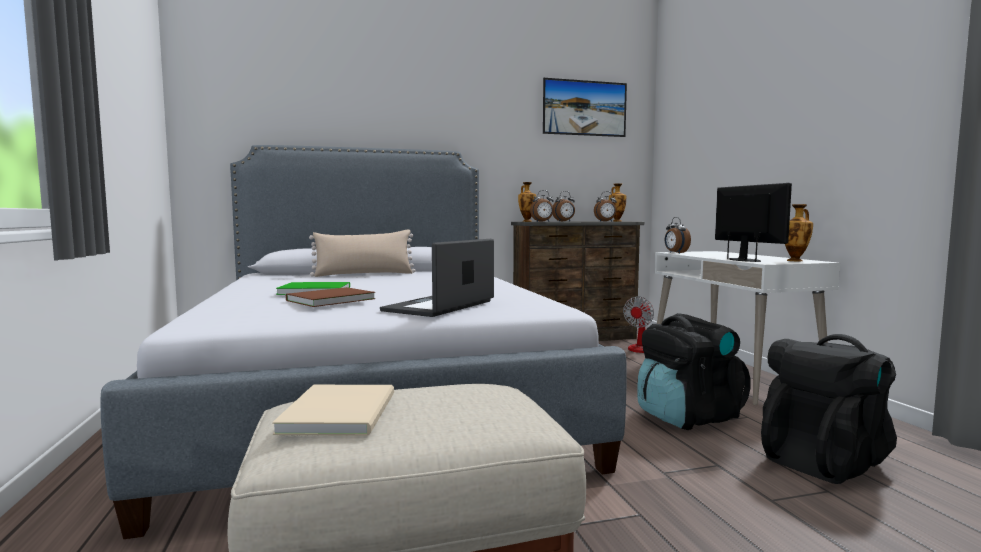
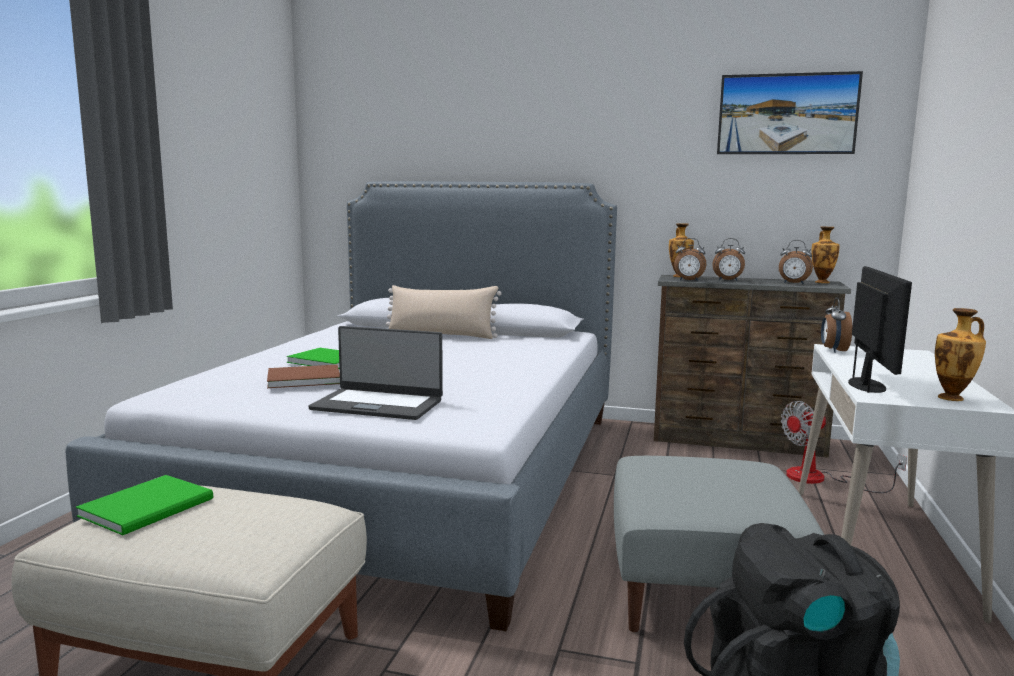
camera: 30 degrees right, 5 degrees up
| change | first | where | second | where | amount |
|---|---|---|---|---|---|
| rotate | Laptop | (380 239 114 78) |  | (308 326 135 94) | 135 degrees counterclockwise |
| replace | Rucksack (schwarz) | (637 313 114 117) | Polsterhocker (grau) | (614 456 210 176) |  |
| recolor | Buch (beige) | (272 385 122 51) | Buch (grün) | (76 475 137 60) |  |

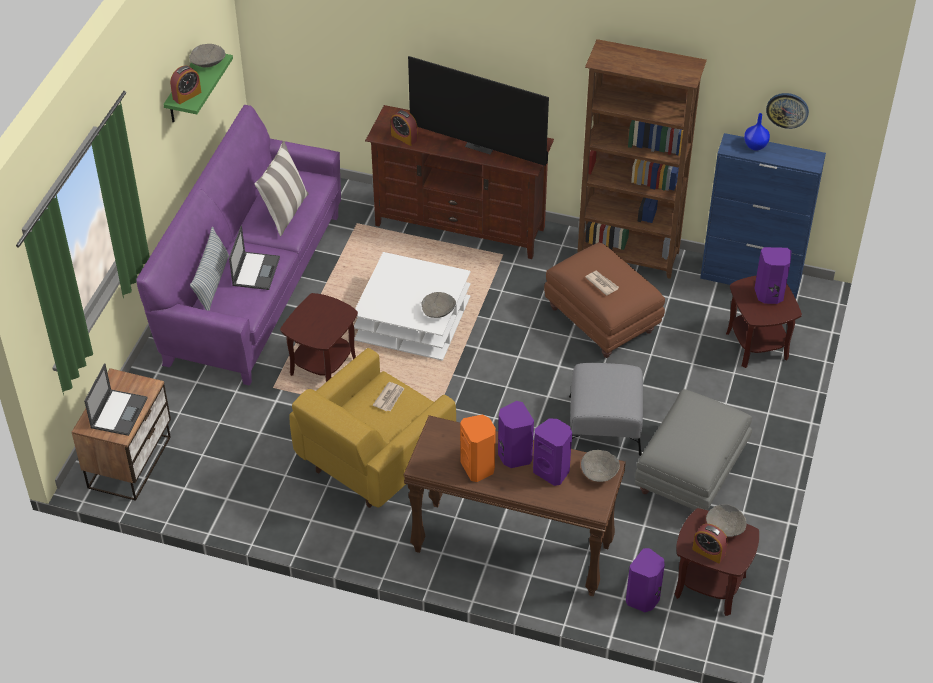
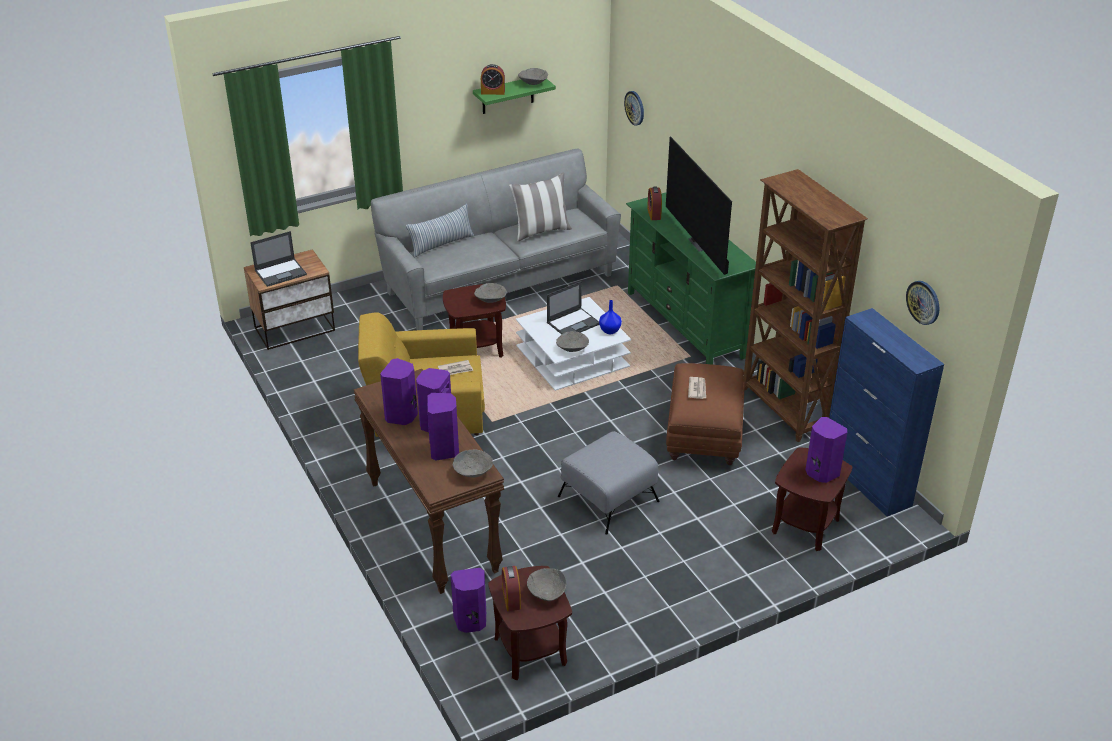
camera: 45 degrees right, 10 degrees down
| change | first | where | second | where | amount |
|---|---|---|---|---|---|
| recolor | Sofa (lila) | (136 105 205 281) | Sofa (grau) | (371 148 250 182) |  |
| recolor | Fernsehschrank (braun) | (365 105 189 154) | Fernsehschrank (grün) | (626 193 130 172) |  |
| move | Vase (blau) | (744 113 26 38) |  | (599 300 23 34) |  |
| move | Laptop | (229 226 51 64) |  | (547 281 52 53) |  |
| delete | Polsterhocker (grau) | (635 389 117 121) |  |  |  |
| recolor | Lautsprecher (orange) | (460 415 36 67) | Lautsprecher (lila) | (380 358 38 67) |  |
| insert |  |  | Wanduhr | (624 91 20 34) |  |
| insert |  |  | Schüssel (grau) | (474 283 33 20) |  |

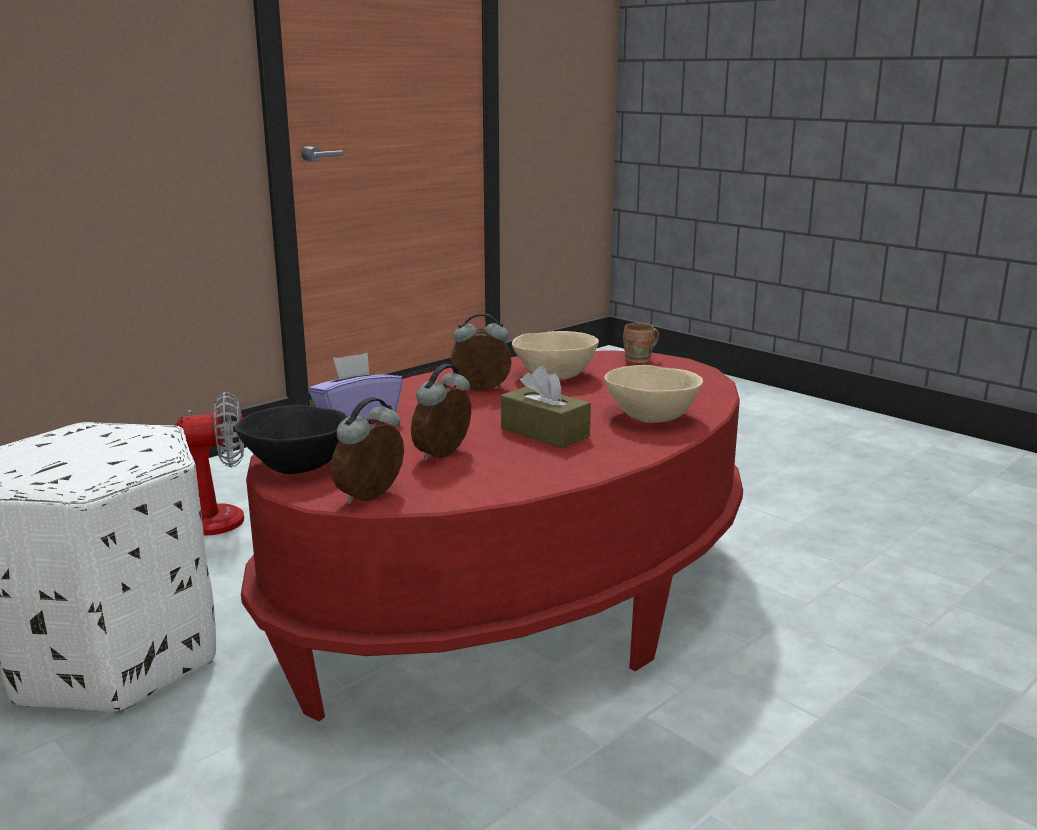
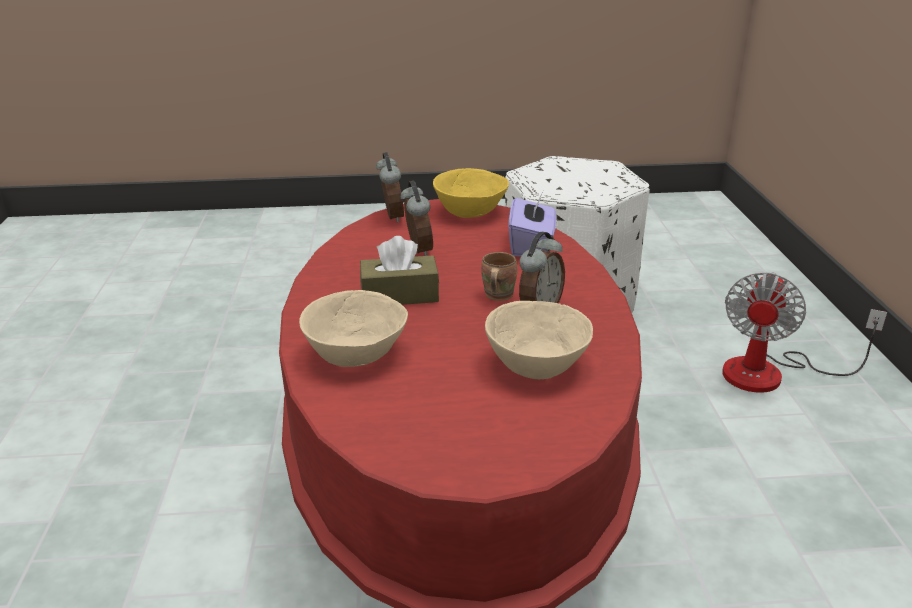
camera: 130 degrees right, 10 degrees up
| change | first | where | second | where | amount |
|---|---|---|---|---|---|
| move | Henkelbecher (braun) | (623 323 36 40) |  | (481 252 37 49) |  |
| recolor | Schüssel (schwarz) | (235 405 113 69) | Schüssel (gelb) | (433 168 76 50) |  |

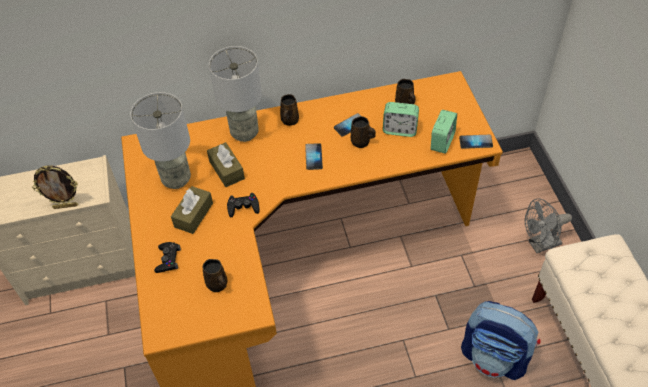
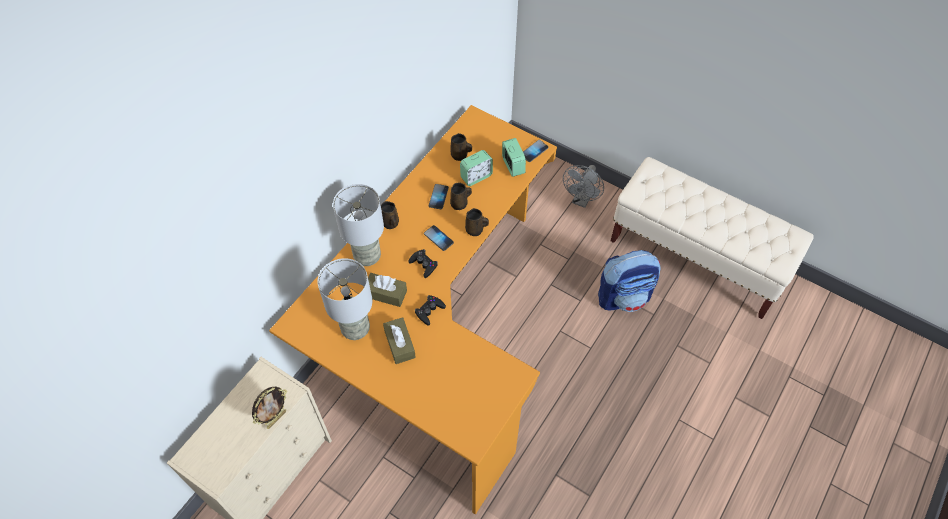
camera: 45 degrees left, 5 degrees up
| change | first | where | second | where | amount |
|---|---|---|---|---|---|
| move | Gamepad (schwarz) | (154 242 27 31) |  | (408 249 30 29) |  |
| move | Henkelbecher (braun) | (203 259 24 33) |  | (465 208 24 28) |  |

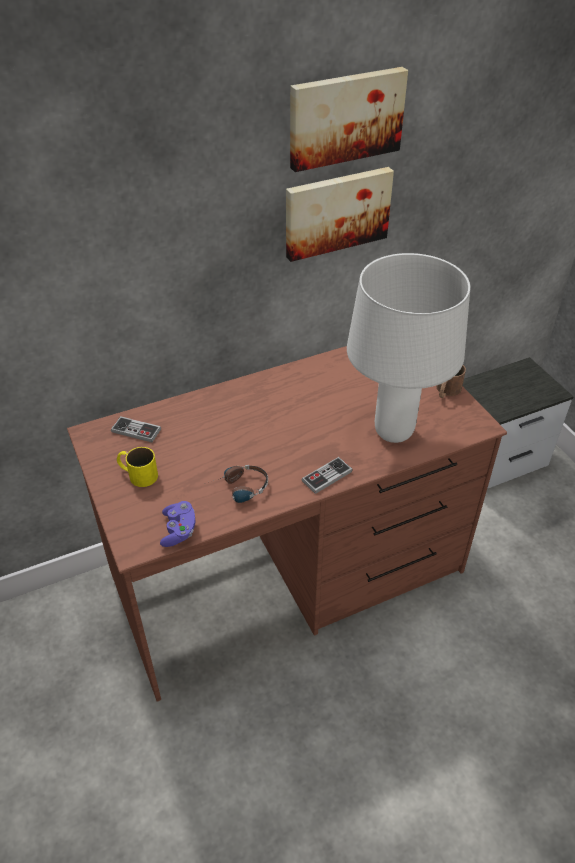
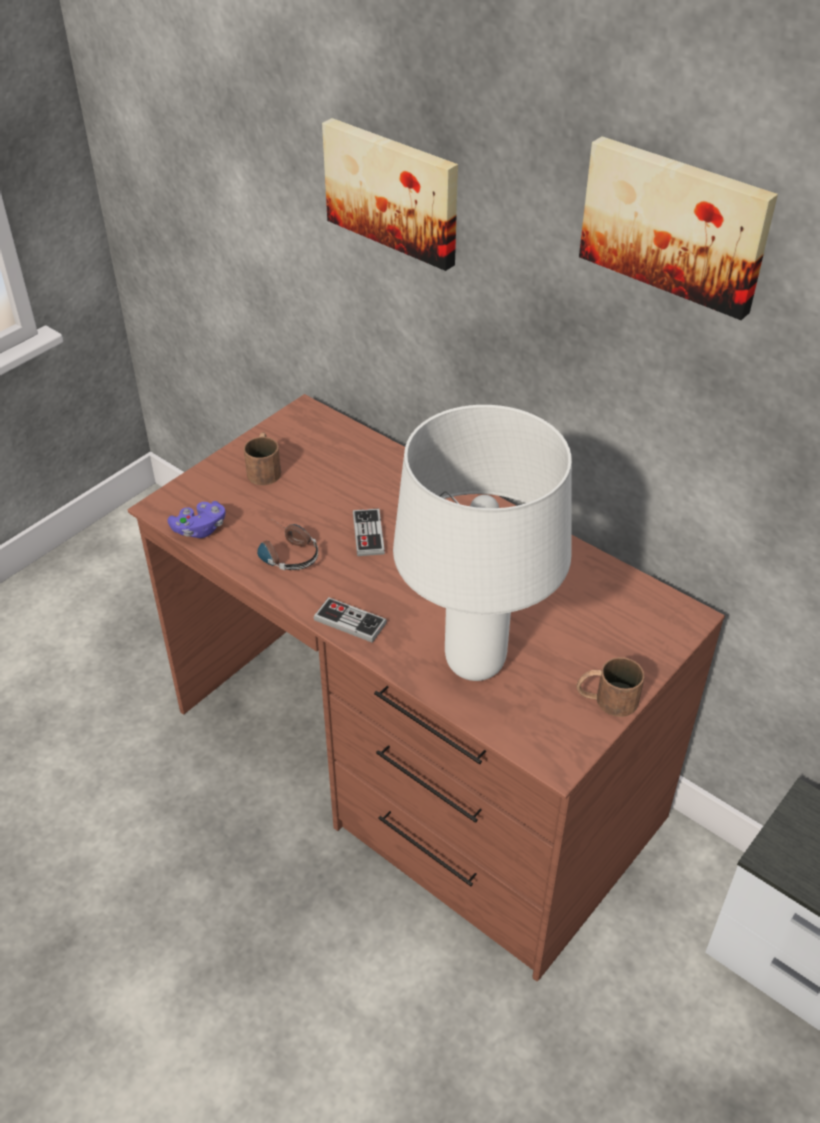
camera: 65 degrees right, 0 degrees up
| change | first | where | second | where | amount |
|---|---|---|---|---|---|
| move | Bild | (286 167 108 95) |  | (322 118 136 153) |  |
| move | Gamepad | (111 416 50 26) |  | (353 508 32 48) |  |
| recolor | Henkelbecher (gelb) | (117 447 41 40) | Henkelbecher (braun) | (244 432 37 53) |  |

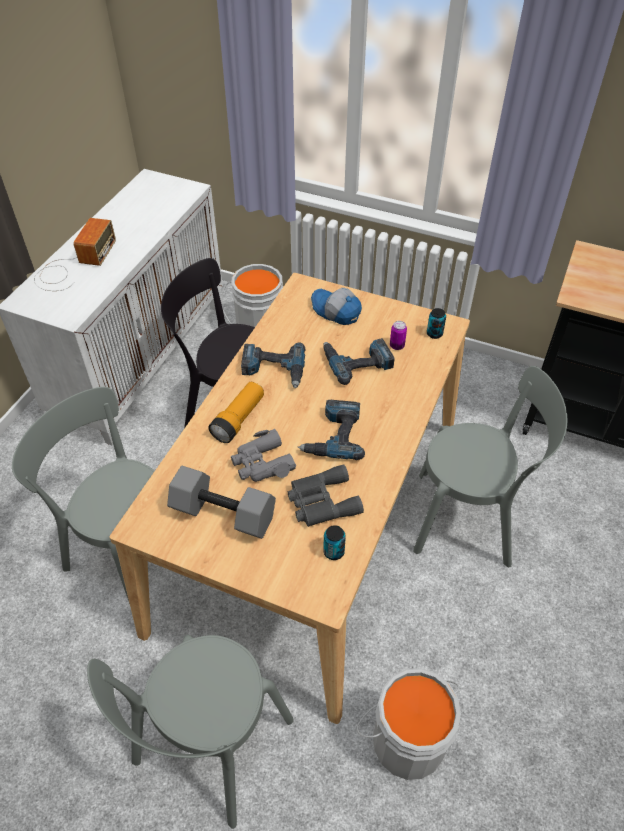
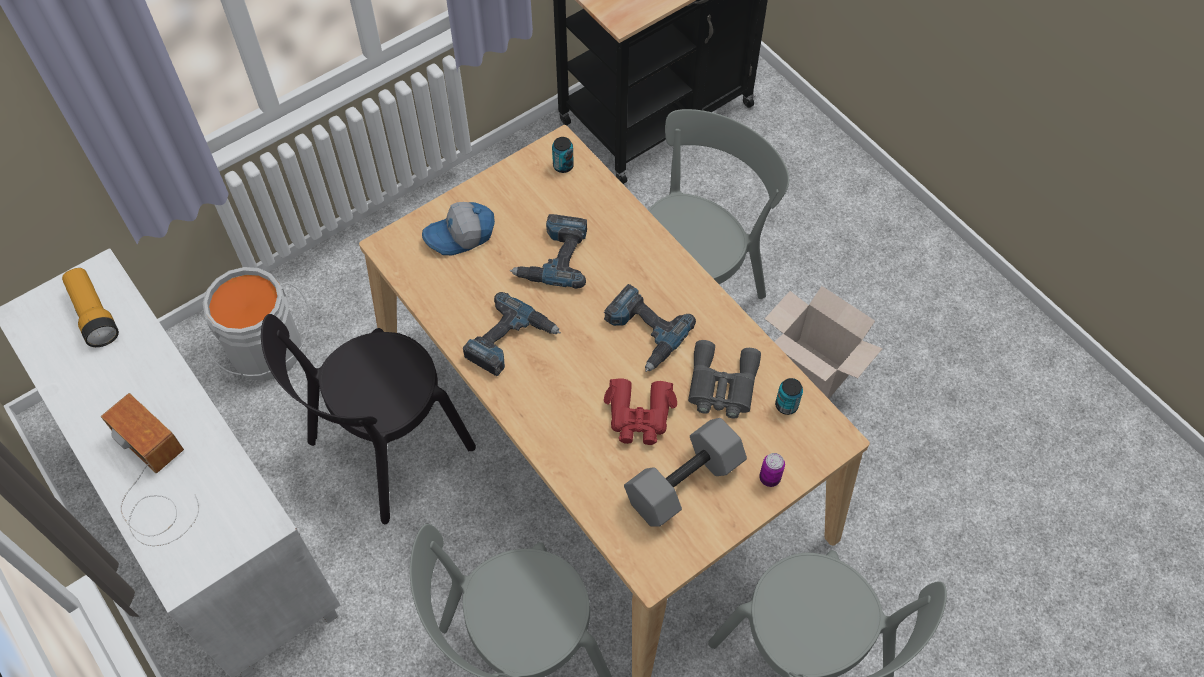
camera: 60 degrees left, 10 degrees up
| change | first | where | second | where | amount |
|---|---|---|---|---|---|
| move | Dose | (390 321 17 29) |  | (759 453 26 34) |  |
| move | Taschenlampe | (208 382 56 61) |  | (62 268 57 79) |  |
| recolor | Fernglas (grau) | (231 429 65 53) | Fernglas (rot) | (604 378 73 67) |  |
| delete | Eimer (grau) | (357 668 104 112) |  |  |  |
| insert |  |  | Karton | (765 286 118 113) |  |

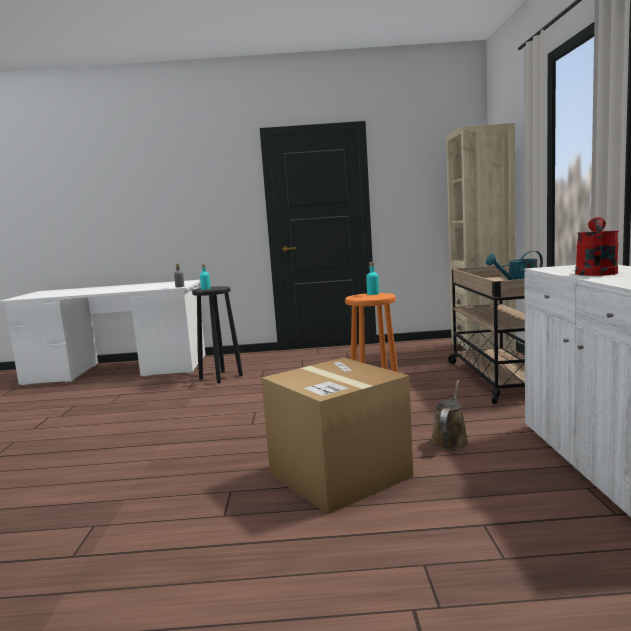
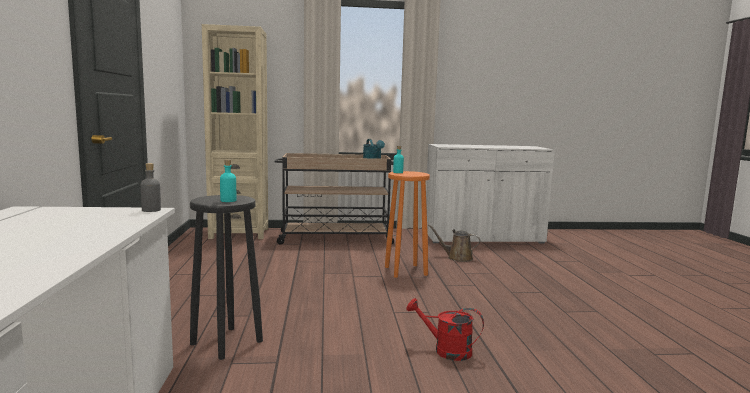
camera: 95 degrees left, 0 degrees up
| change | first | where | second | where | amount |
|---|---|---|---|---|---|
| move | Gießkanne (rot) | (575 217 44 59) |  | (406 298 78 63) |  |
| delete | Karton | (261 358 152 156) |  |  |  |

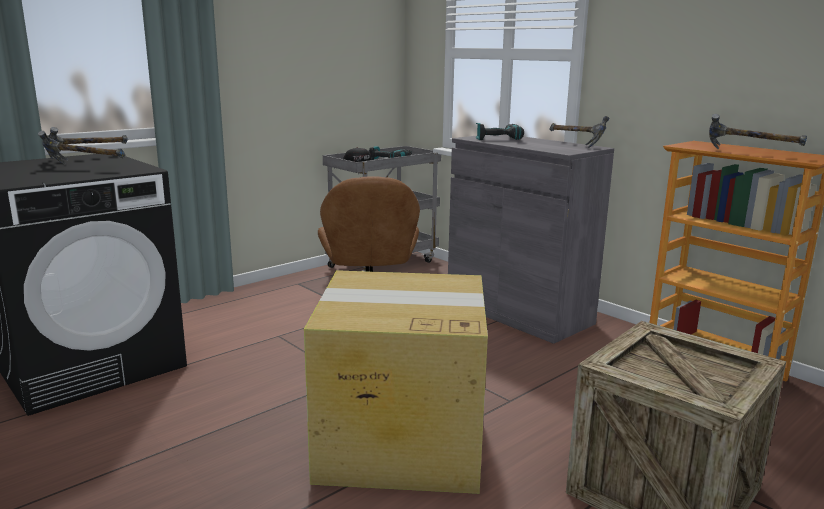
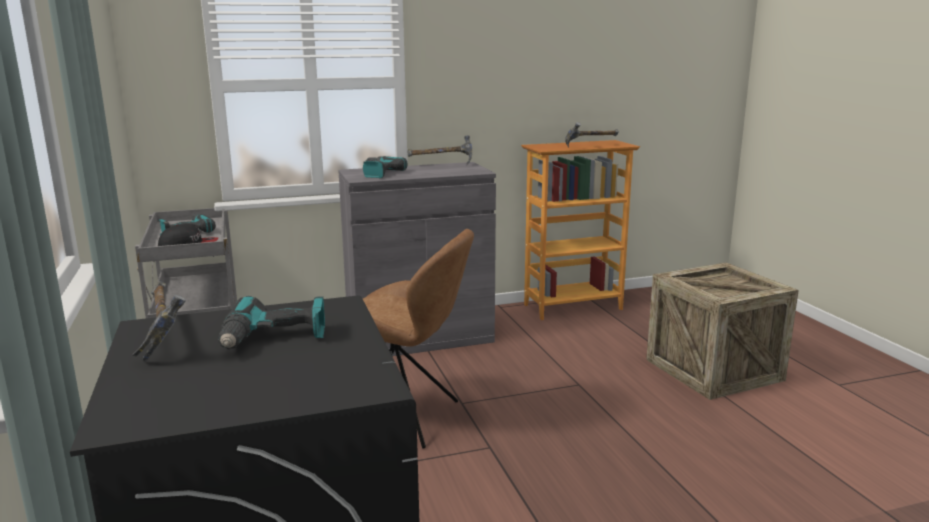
camera: 65 degrees left, 0 degrees up
| change | first | where | second | where | amount |
|---|---|---|---|---|---|
| replace | Hammer | (38 131 87 34) | Bohrmaschine | (218 296 107 53) |  |
| delete | Karton | (304 270 184 224) |  |  |  |

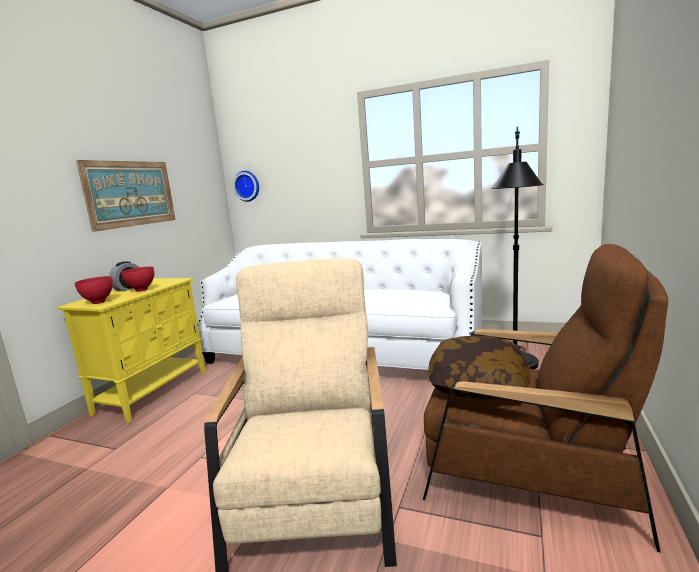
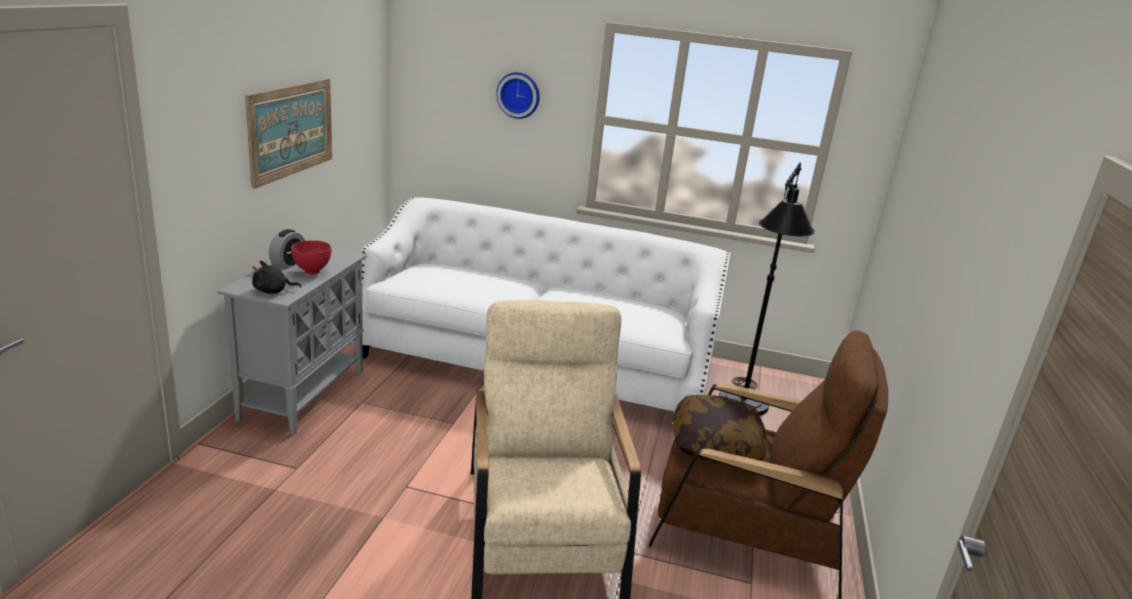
camera: 10 degrees left, 10 degrees up
| change | first | where | second | where | amount |
|---|---|---|---|---|---|
| move | Wanduhr | (233 171 26 31) |  | (496 72 44 47) |  |
| replace | Schüssel (rot) | (75 276 38 28) | Plüschtier (schwarz) | (252 261 50 33) |  |
| recolor | Schrank (gelb) | (57 278 149 145) | Schrank (grau) | (217 248 149 187) |  |

